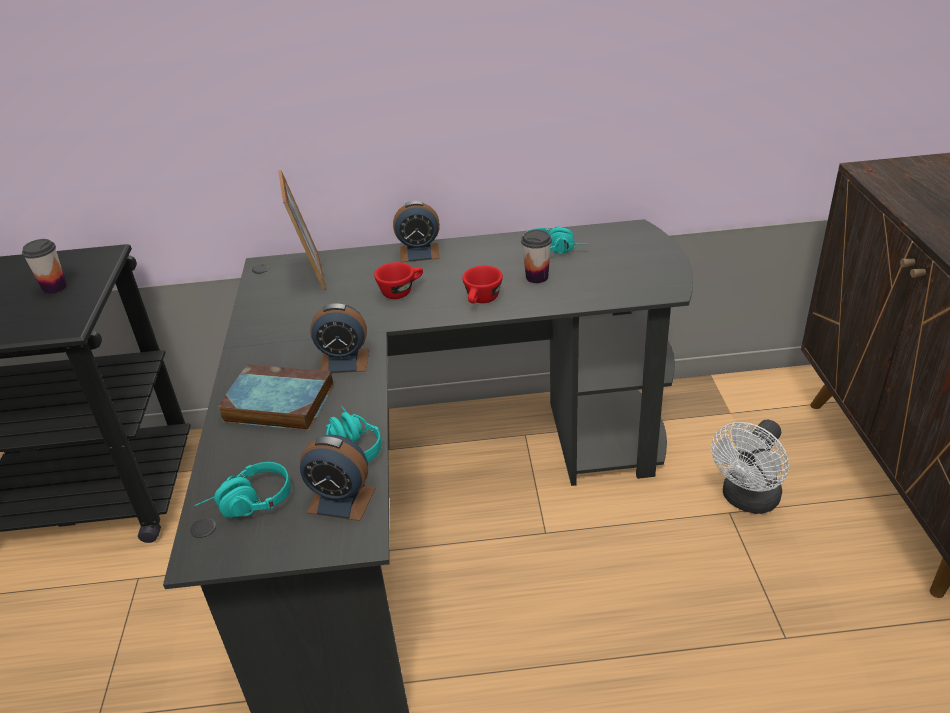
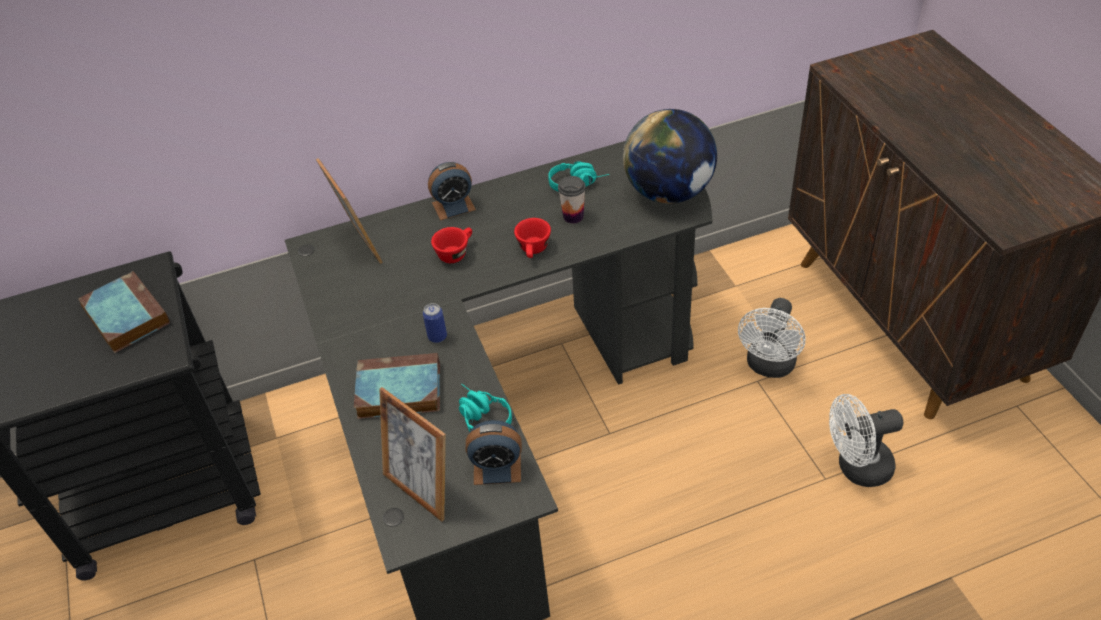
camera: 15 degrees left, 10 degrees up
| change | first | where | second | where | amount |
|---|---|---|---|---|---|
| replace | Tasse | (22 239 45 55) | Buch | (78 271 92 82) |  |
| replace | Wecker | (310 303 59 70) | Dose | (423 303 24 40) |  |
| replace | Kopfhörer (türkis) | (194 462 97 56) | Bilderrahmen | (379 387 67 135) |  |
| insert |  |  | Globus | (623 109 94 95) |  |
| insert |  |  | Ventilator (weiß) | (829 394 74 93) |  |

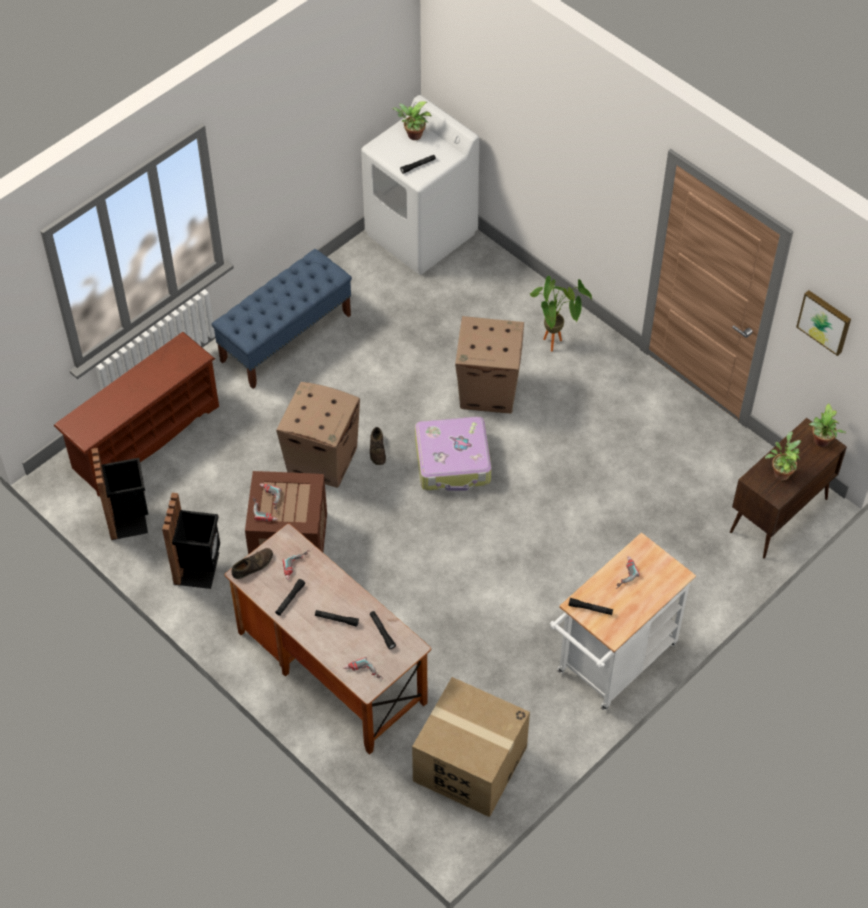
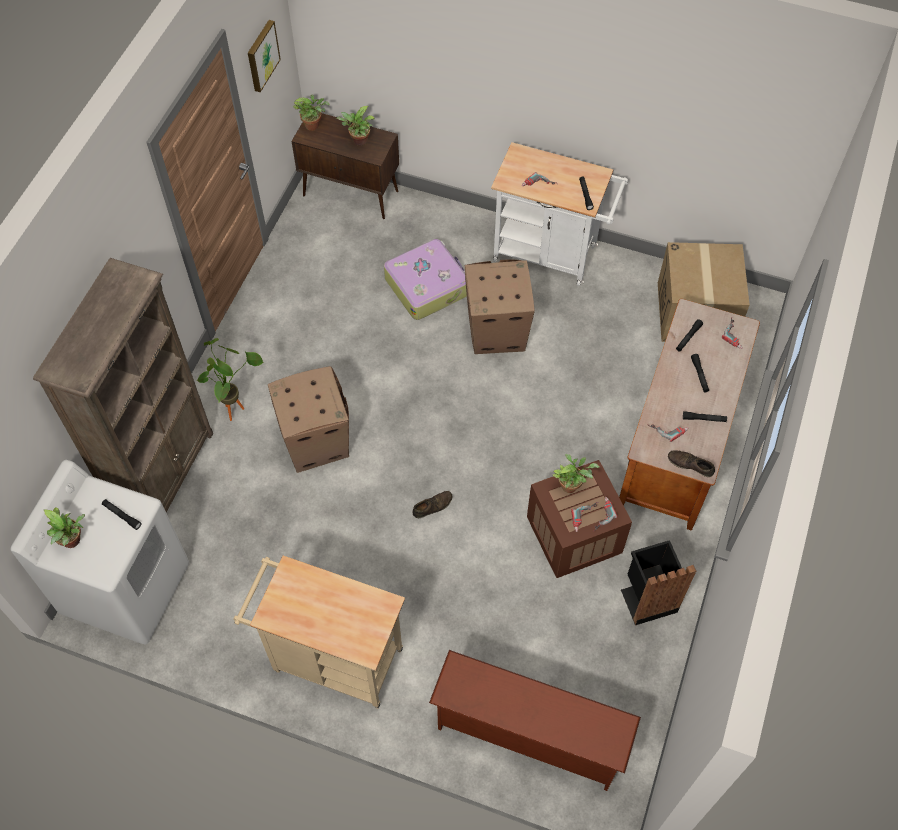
camera: 115 degrees left, 5 degrees up
| change | first | where | second | where | amount |
|---|---|---|---|---|---|
| replace | Bank (blau) | (212 249 140 140) | Rollwagen (beige) | (233 556 172 153) |  |
| move | Karton | (276 382 84 106) |  | (465 260 70 94) |  |
| move | Koffer | (415 416 77 75) |  | (384 239 83 81) |  |
| delete | Mülleimer (schwarz) | (91 448 57 92) |  |  |  |
| insert |  |  | Bücherregal (braun) | (33 258 180 254) |  |
| insert |  |  | Topfpflanze | (553 454 46 39) |  |

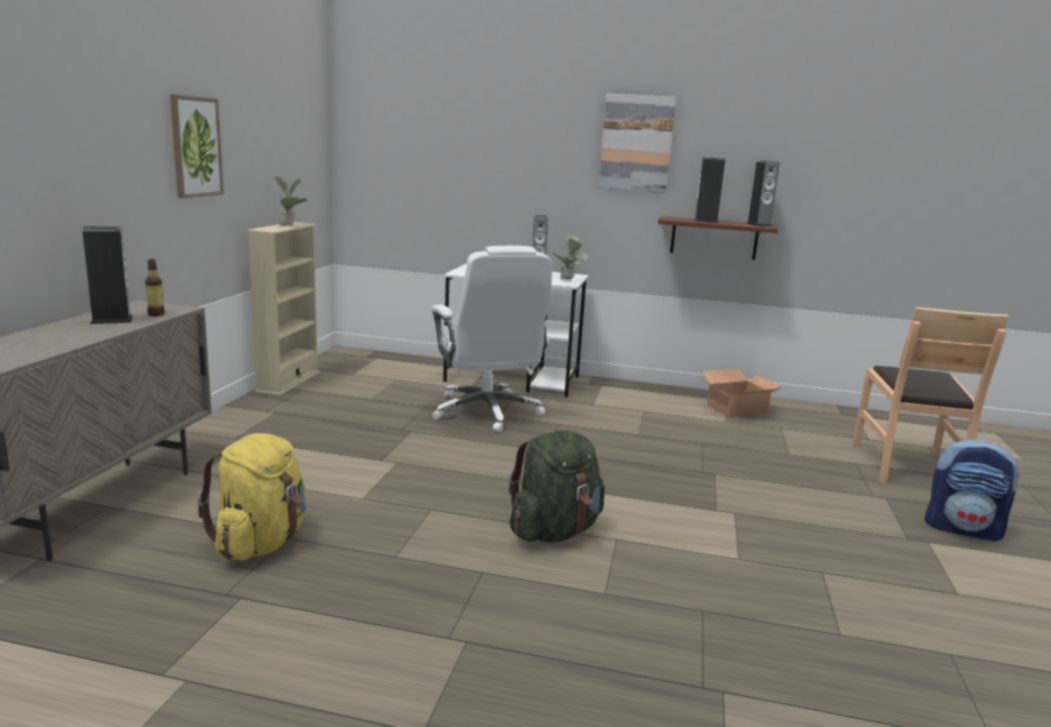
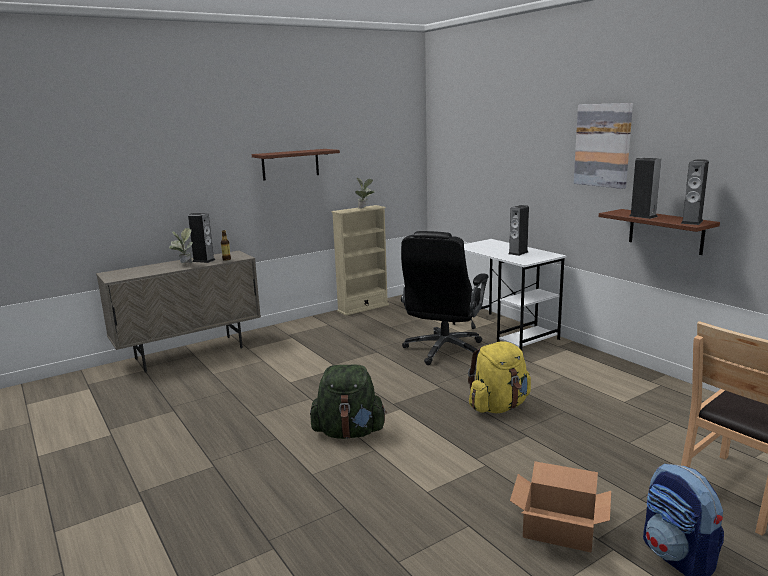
camera: 45 degrees right, 0 degrees up
| change | first | where | second | where | amount |
|---|---|---|---|---|---|
| replace | Bild | (170 94 54 104) | Wandregal (braun) | (252 149 88 32) |  |
| move | Topfpflanze | (551 235 37 45) |  | (169 228 24 36) |  |
| recolor | Bürostuhl (weiß) | (431 246 121 186) | Bürostuhl (schwarz) | (401 231 88 134) |  |
| move | Karton | (702 368 80 50) |  | (510 461 101 91) |  |
| move | Rucksack (gelb) | (198 433 108 128) |  | (468 341 63 72) |  |

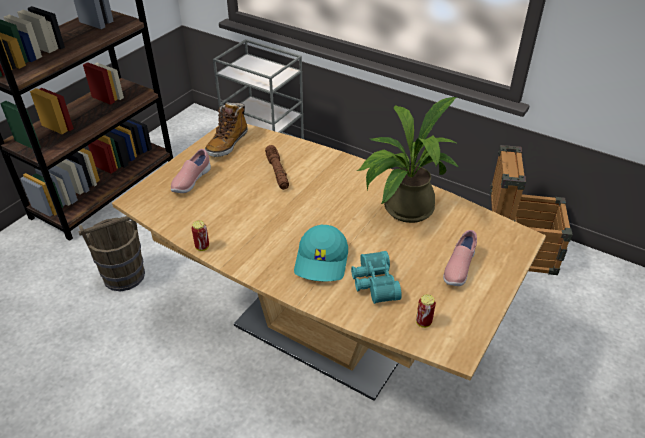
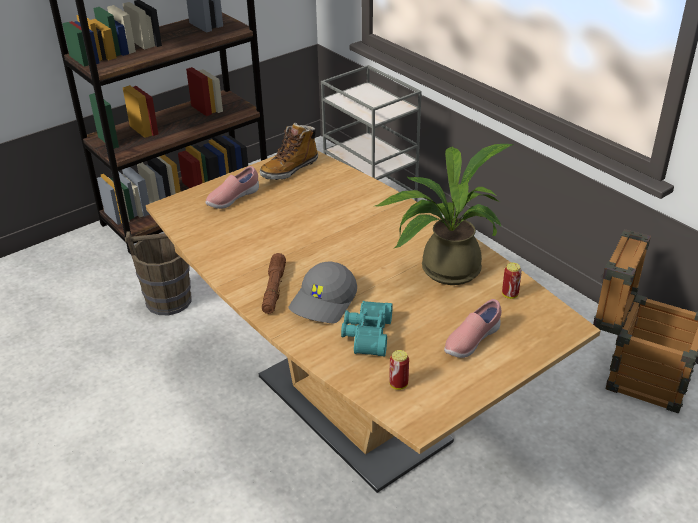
camera: 20 degrees right, 5 degrees down
| change | first | where | second | where | amount |
|---|---|---|---|---|---|
| move | Taschenlampe (braun) | (265 145 24 45) |  | (262 253 24 61) |  |
| move | Dose | (192 220 17 31) |  | (502 263 20 36) |  |
| recolor | Kappe (türkis) | (294 225 54 56) | Kappe (grau) | (288 262 69 61) |  |

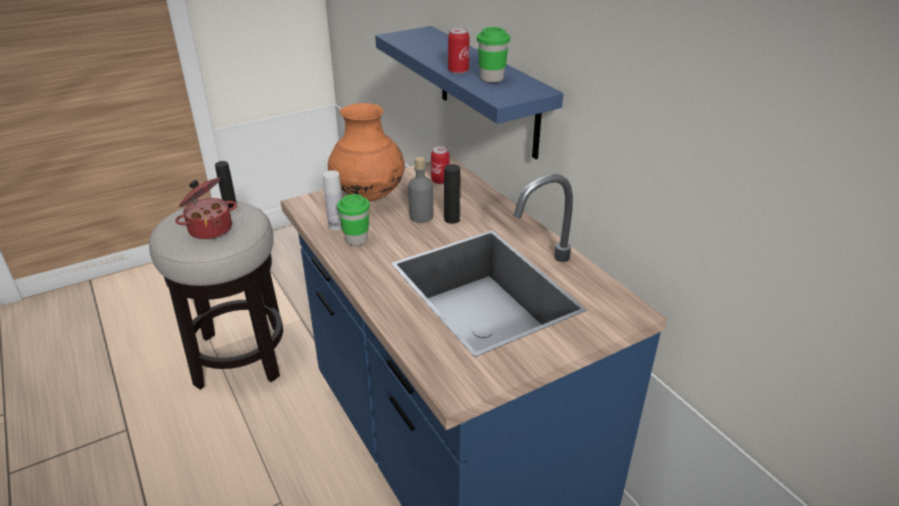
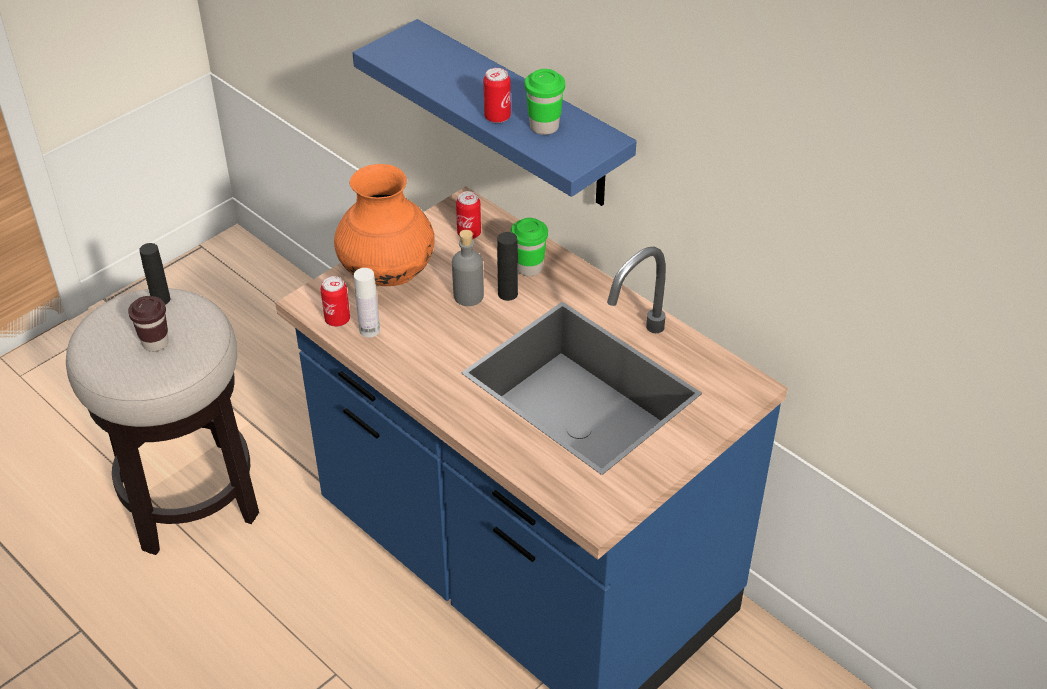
camera: 15 degrees left, 10 degrees up
| change | first | where | second | where | amount |
|---|---|---|---|---|---|
| replace | Kochtopf | (175 177 62 63) | Tasse (braun) | (128 296 41 56) |  |
| move | Tasse (grün) | (337 194 33 52) |  | (511 218 37 58) |  |
| insert |  |  | Dose | (321 276 29 51) |  |

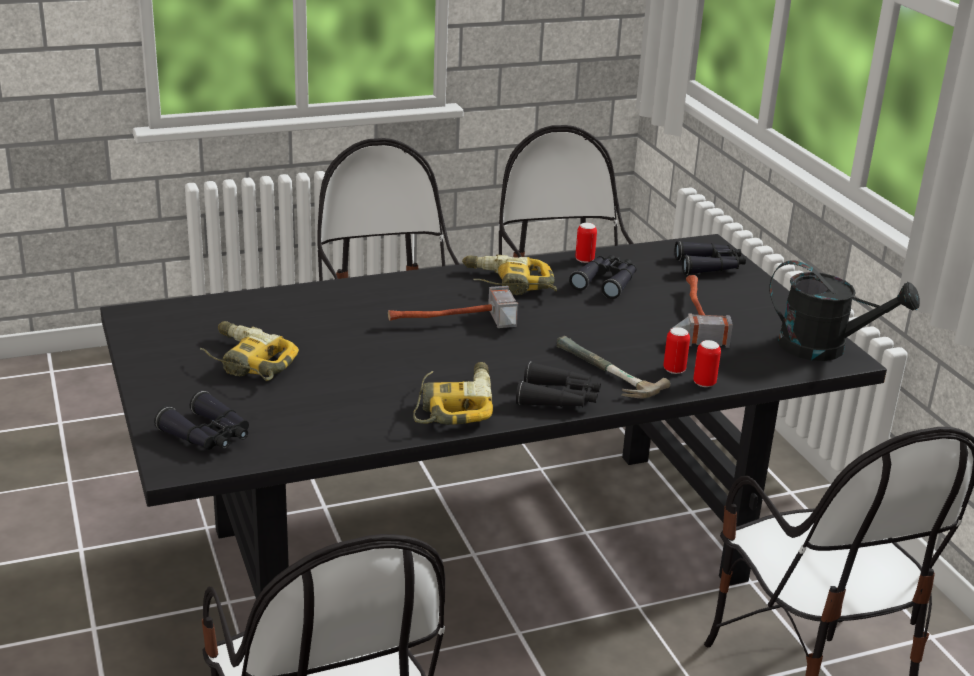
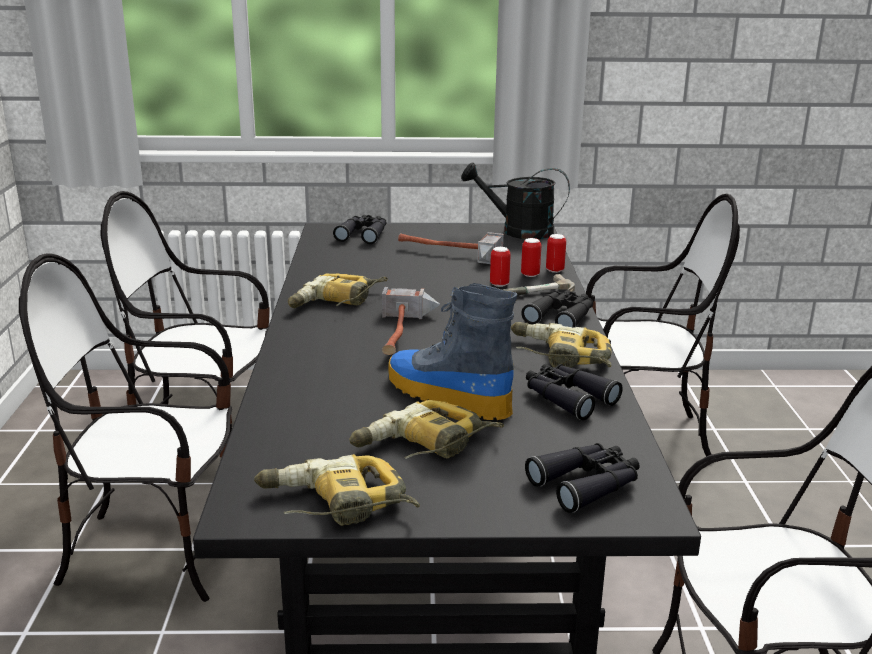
camera: 70 degrees left, 5 degrees down
| change | first | where | second | where | amount |
|---|---|---|---|---|---|
| move | Dose | (575 223 22 40) |  | (490 247 21 40) |  |
| move | Fernglas (schwarz) | (569 255 68 44) |  | (526 364 97 56) |  |
| rotate | Gießkanne (schwarz) | (769 260 151 101) |  | (461 162 109 77) | 120 degrees counterclockwise |
| insert |  |  | Stiefel | (389 283 128 137) |  |
| insert |  |  | Bohrmaschine | (254 454 166 72) |  |

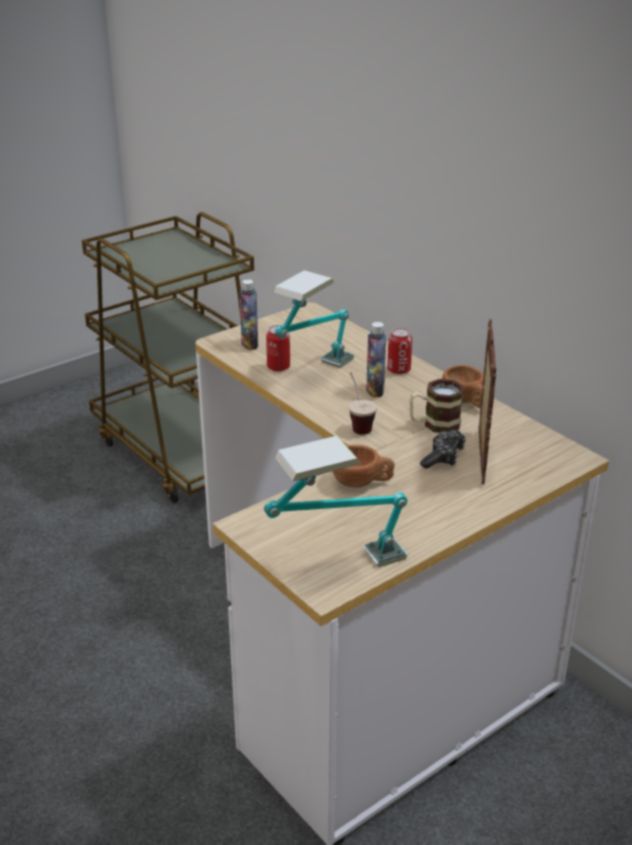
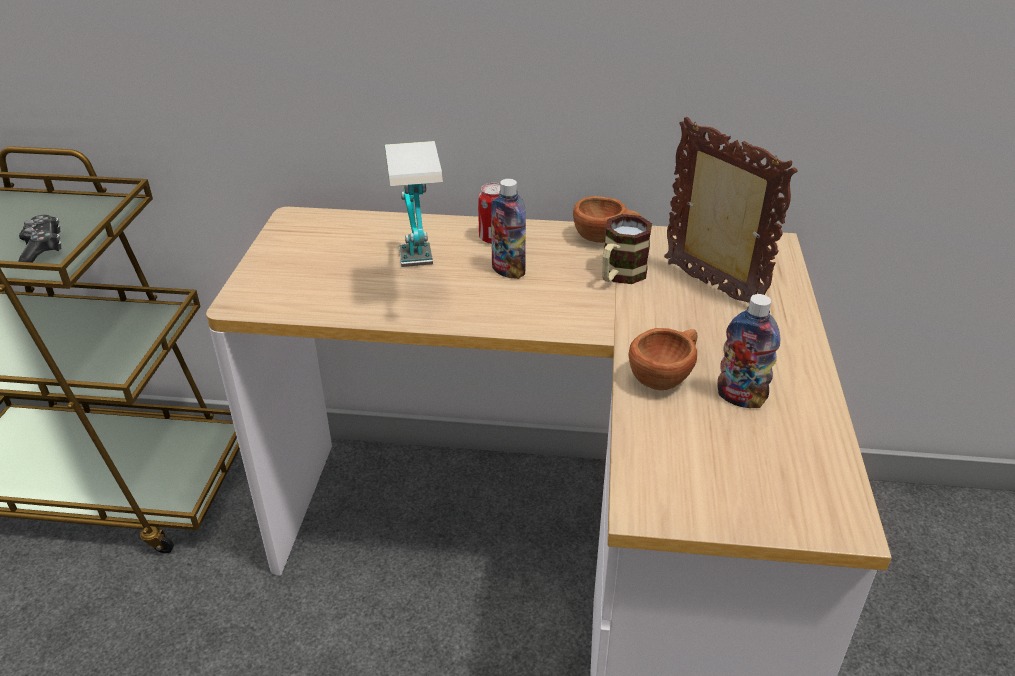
camera: 45 degrees left, 5 degrees up
| change | first | where | second | where | amount |
|---|---|---|---|---|---|
| move | Flasche | (239 279 19 71) |  | (717 294 63 114) |  |
| delete | Dose | (266 325 24 47) |  |  |  |
| delete | Tasse | (349 372 28 63) |  |  |  |
| move | Gamepad | (420 429 46 39) |  | (18 215 43 48) |  |
| delete | Tischlampe | (264 436 144 131) |  |  |  |

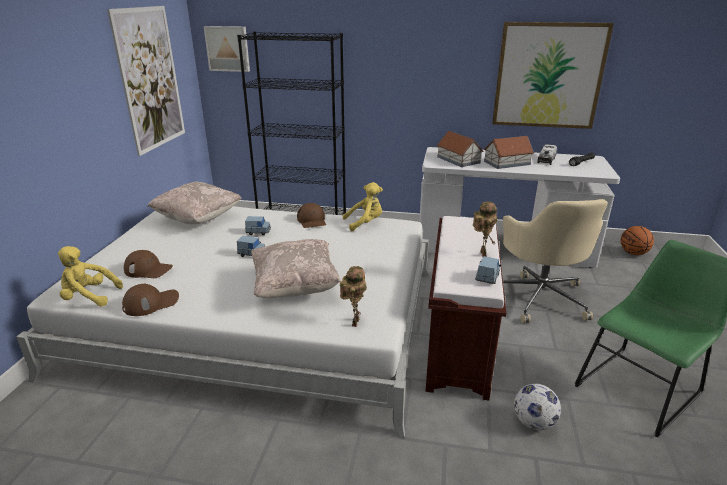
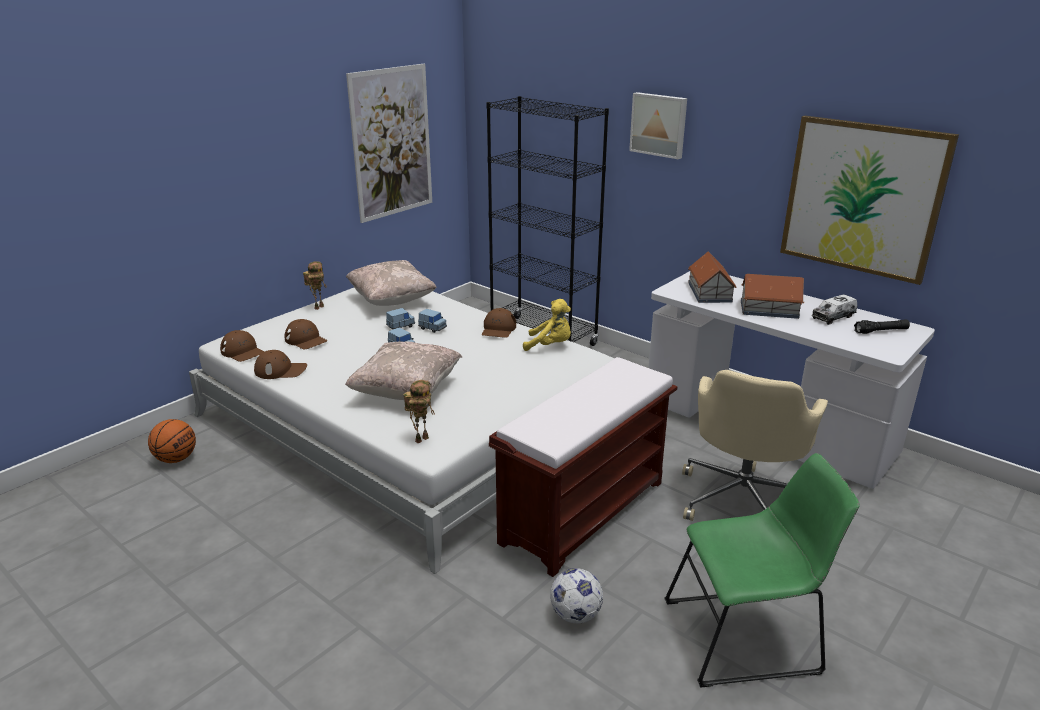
camera: 30 degrees right, 0 degrees up
| change | first | where | second | where | amount |
|---|---|---|---|---|---|
| move | Bild | (204 26 46 46) |  | (629 92 58 67) |  |
| move | Spielzeugroboter | (473 201 25 56) |  | (303 261 24 49) |  |
| move | Basketball | (621 226 33 29) |  | (148 419 48 44) |  |
| replace | Plüschtier (gelb) | (58 246 65 61) | Kappe (braun) | (220 330 45 32) |  |
| move | Spielzeugauto (blau) | (475 256 26 28) |  | (386 308 29 21) |  |

